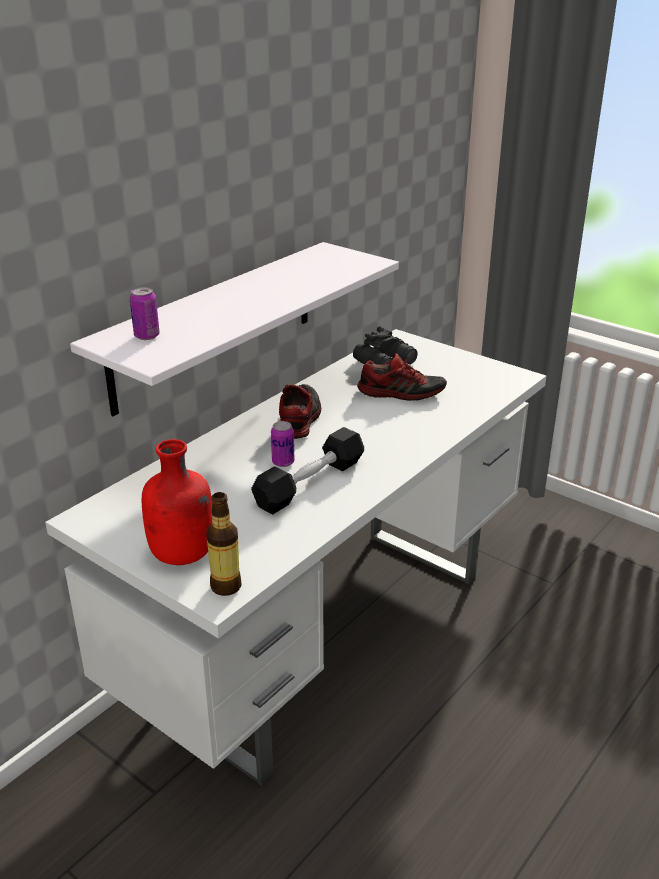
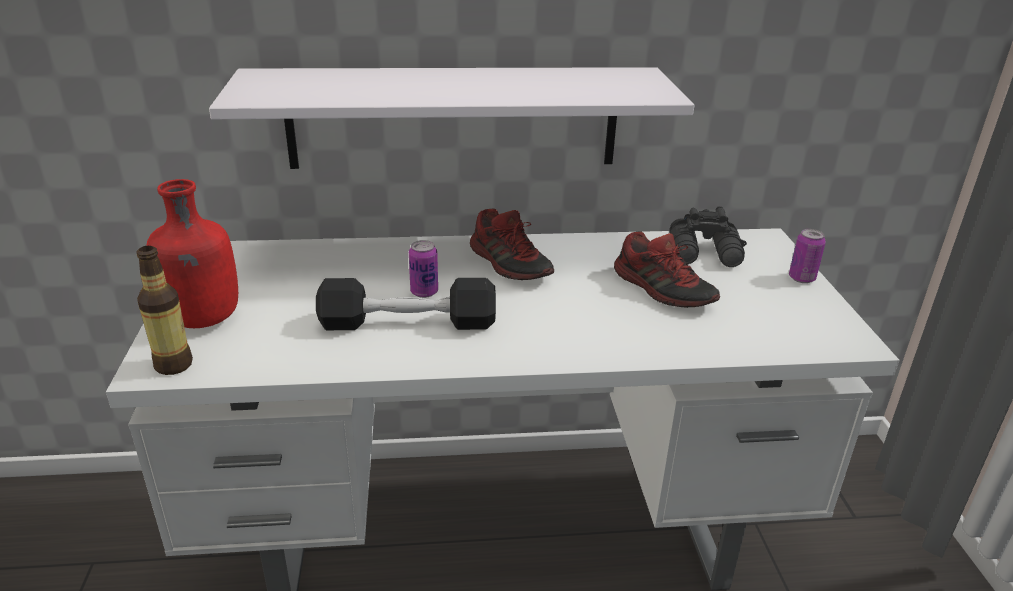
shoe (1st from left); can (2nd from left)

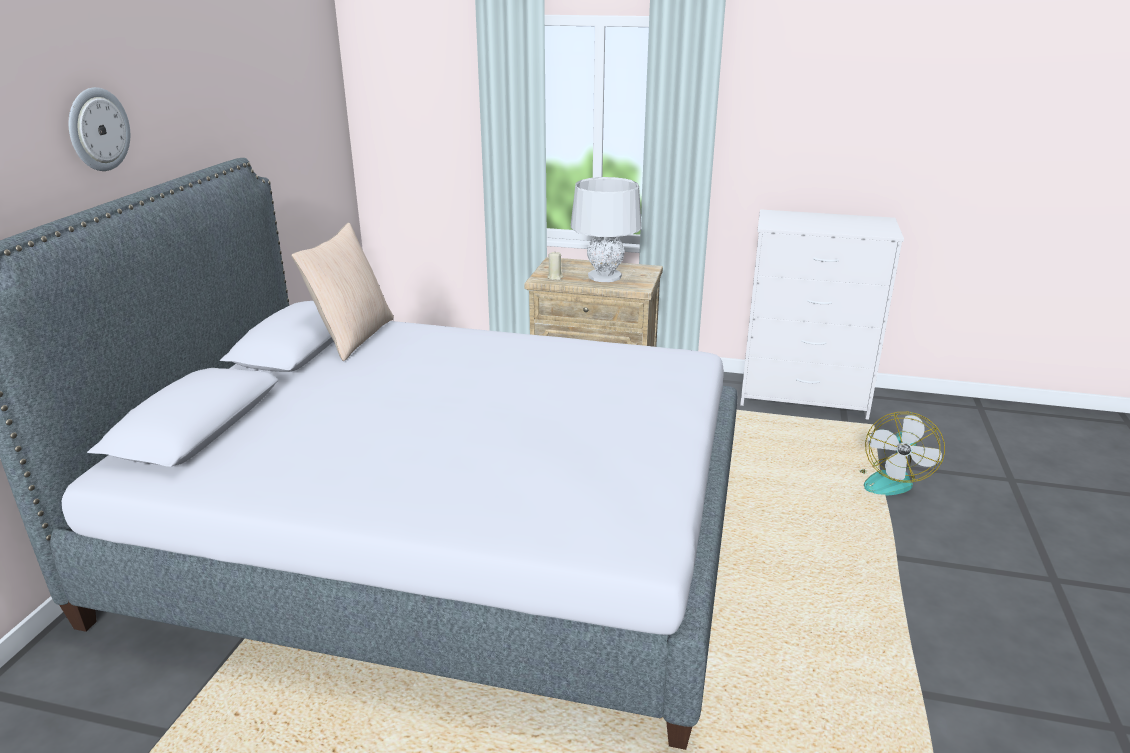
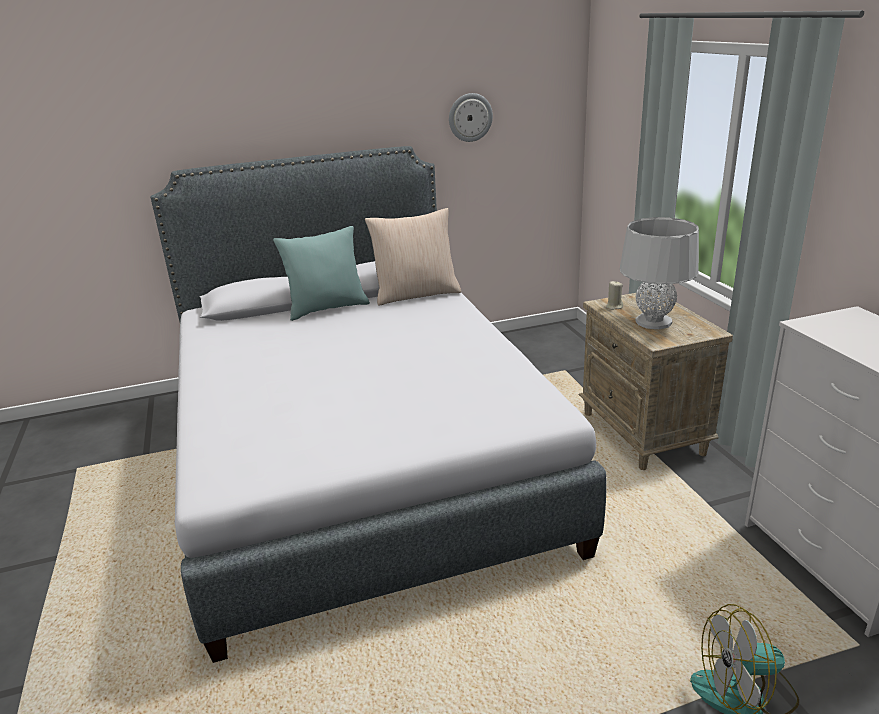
pillow/turquoise; wall clock

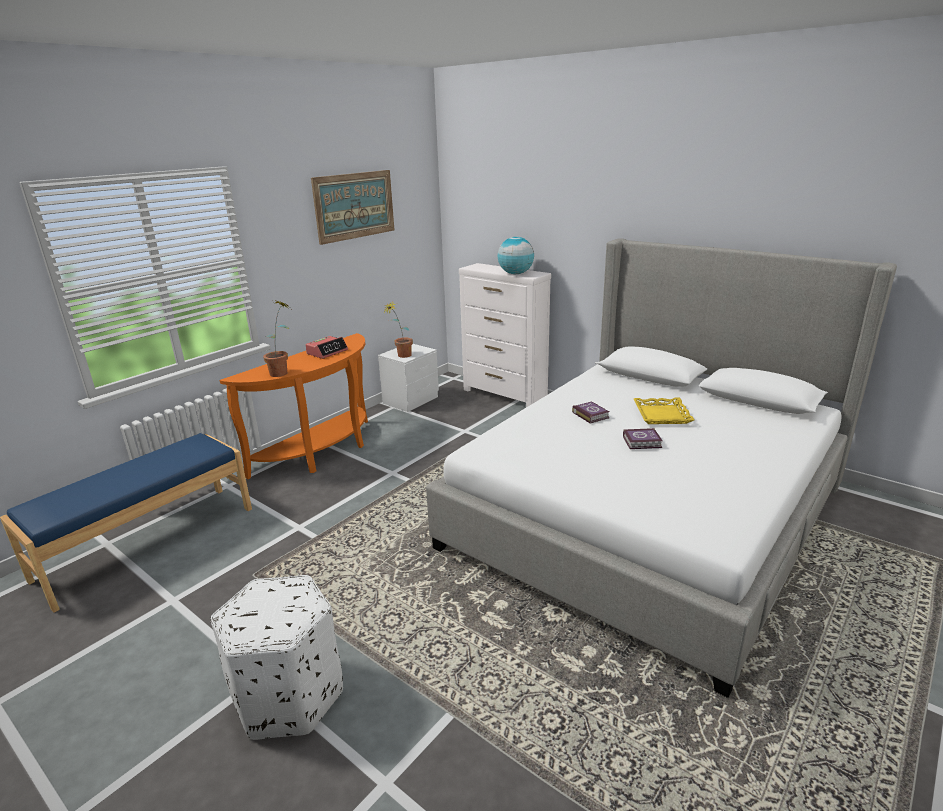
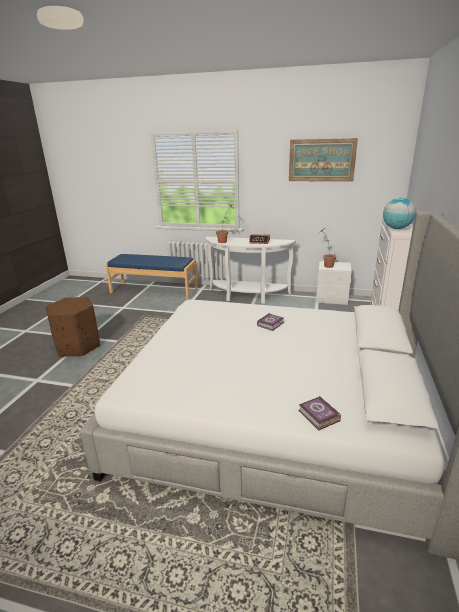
ottoman/brown; console table/white; book (2nd from left); tray/yellow

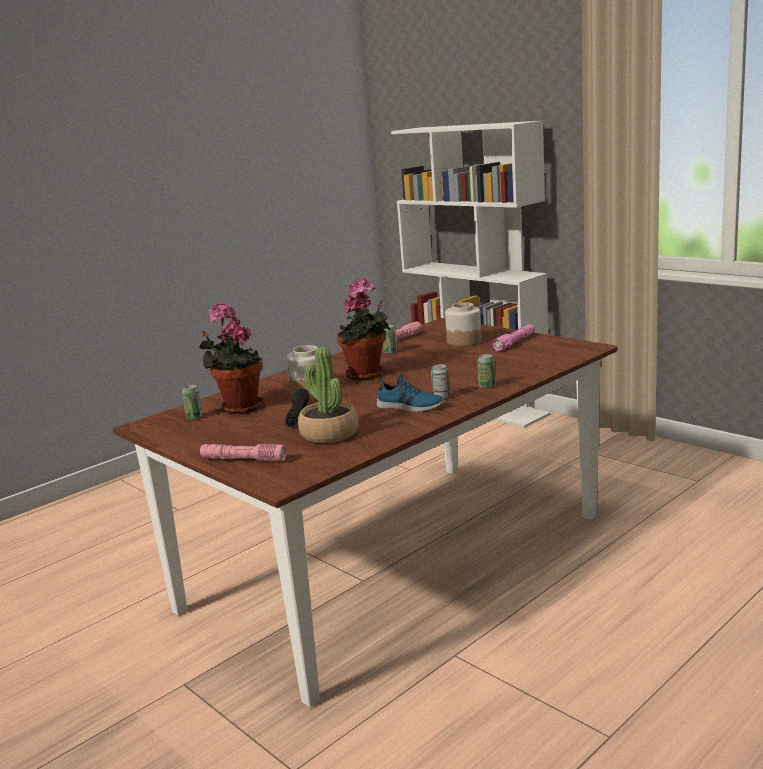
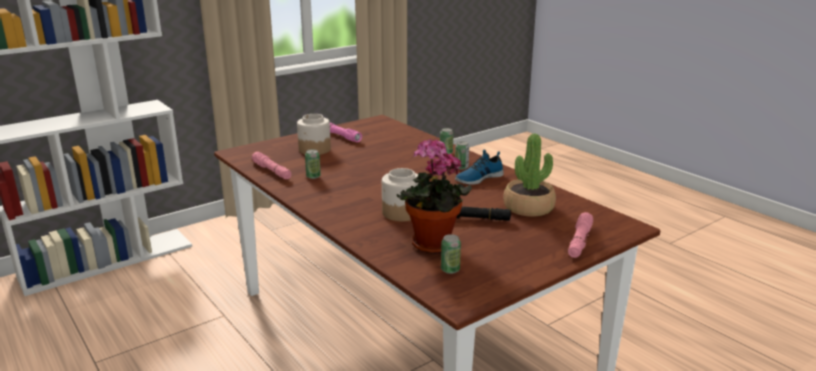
shoe; potted plant (3rd from left in the first image)

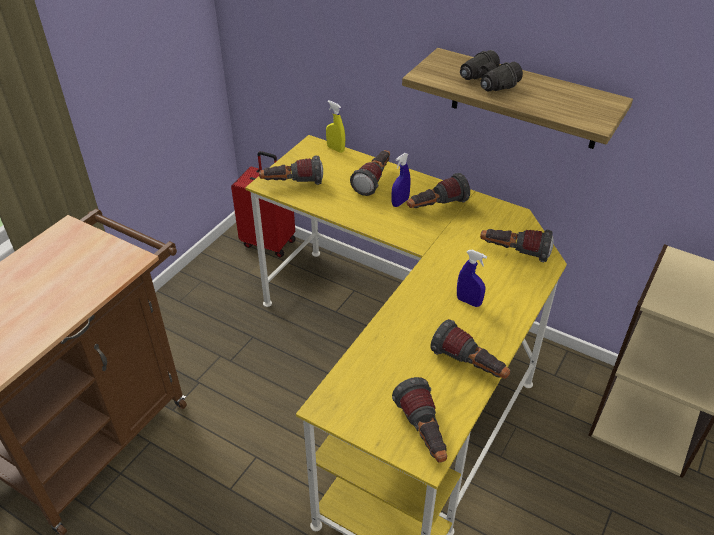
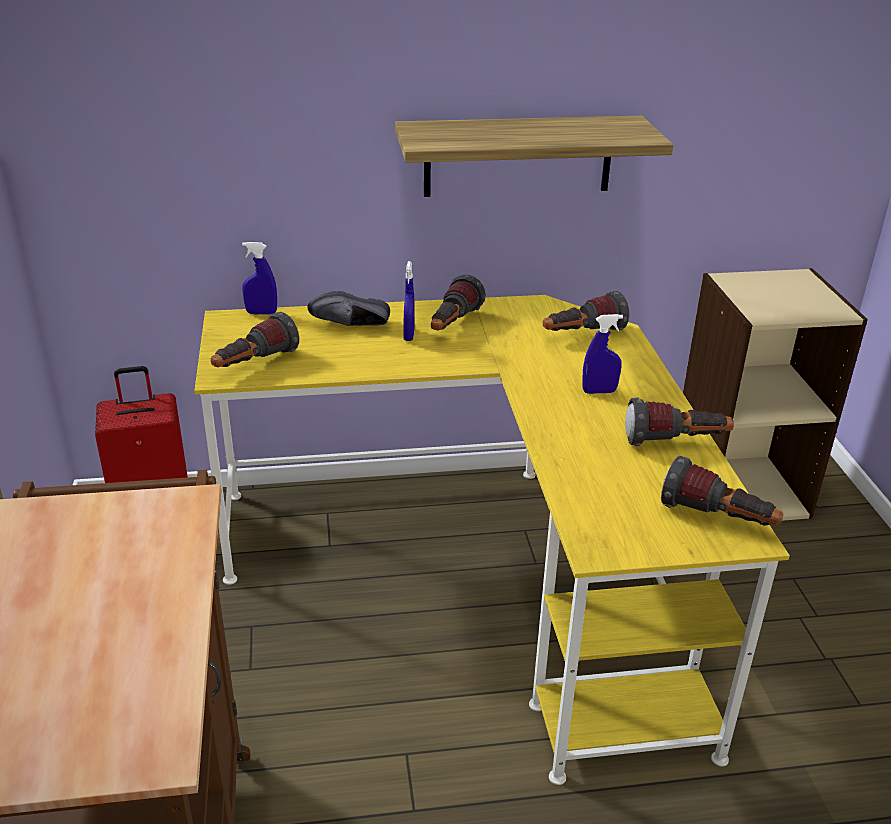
spray bottle/blue (1st from left); shoe/black; binoculars/black

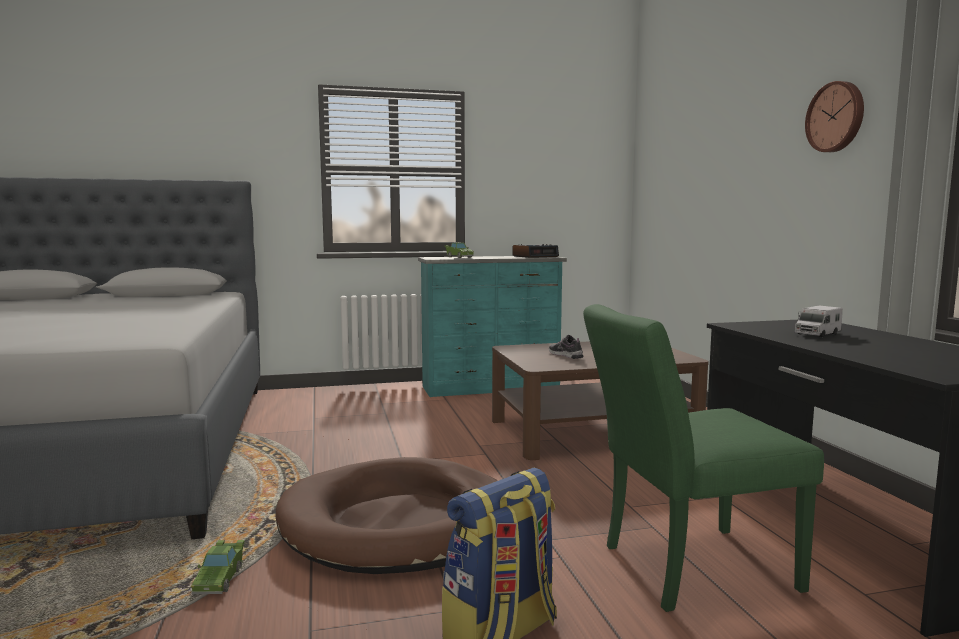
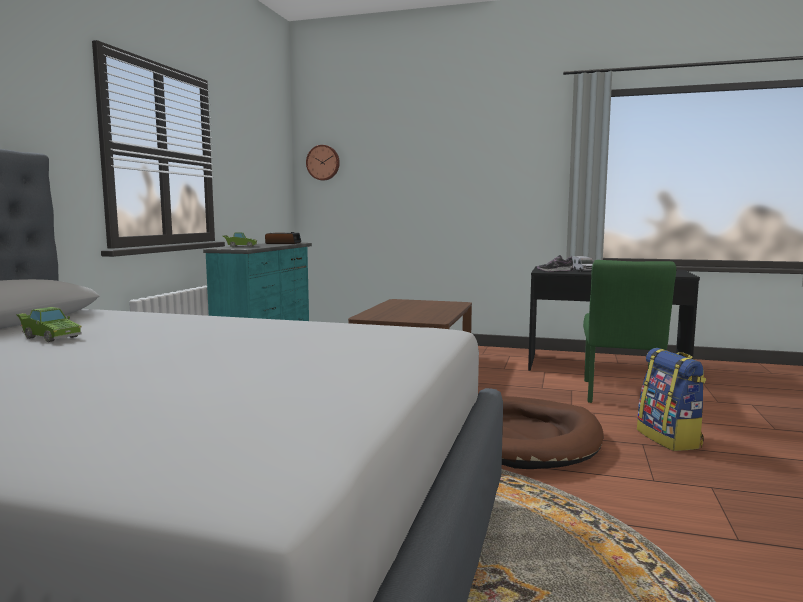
toy car/green (1st from left); wall clock; shoe

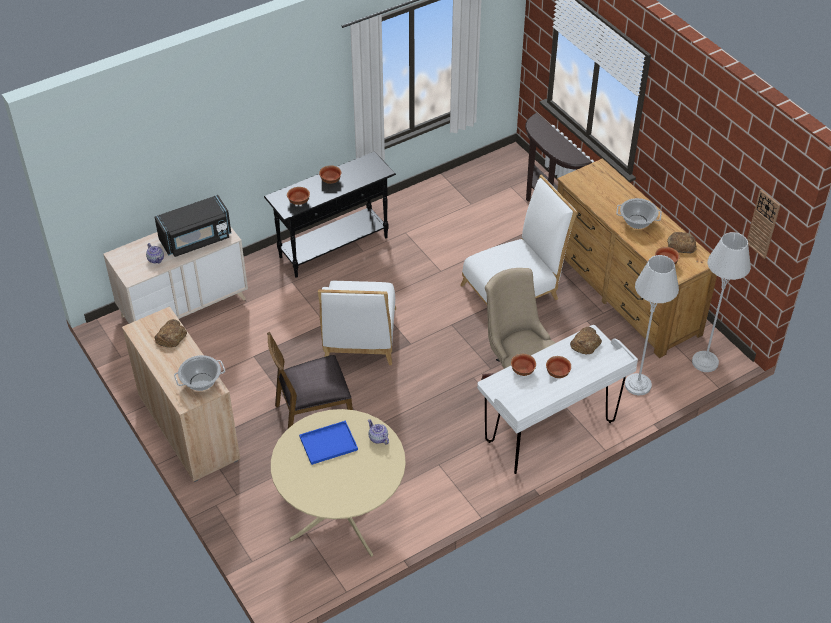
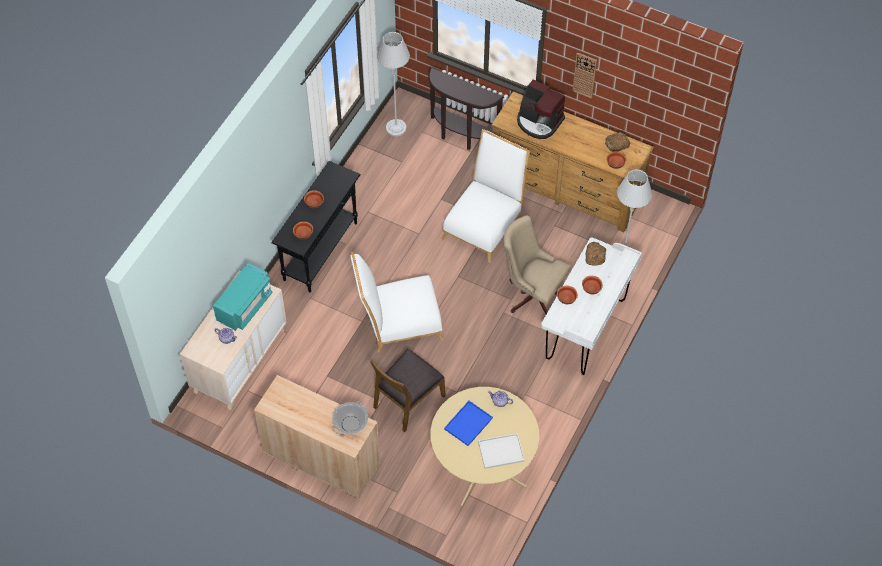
microwave/turquoise; chair/white (1st from left); floor lamp/grey (1st from left); tray/white; coffee machine; wall clock; bread (1st from left in the first image); cooking pot (2nd from left in the first image)

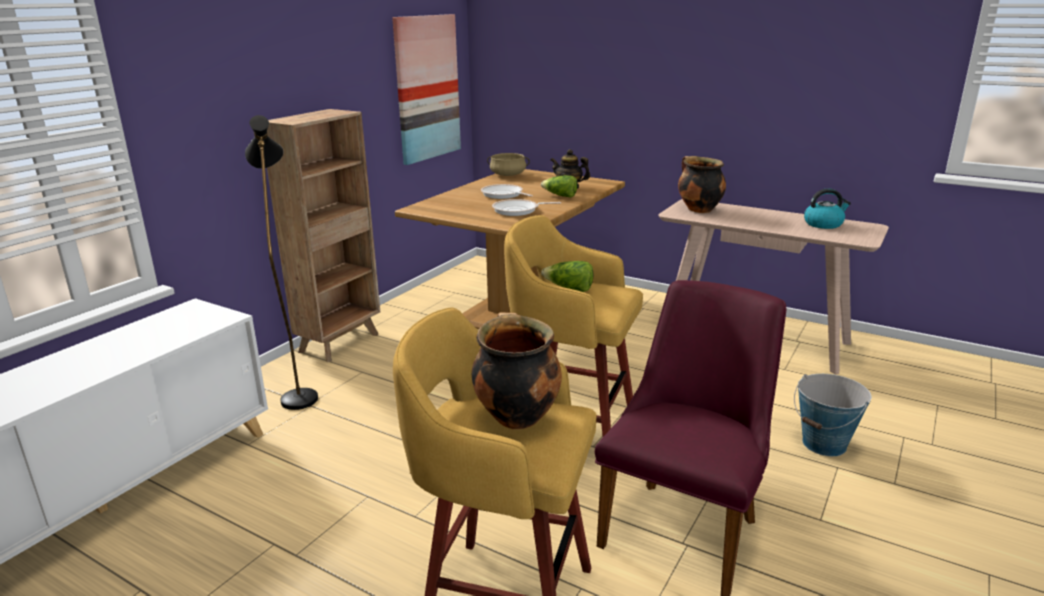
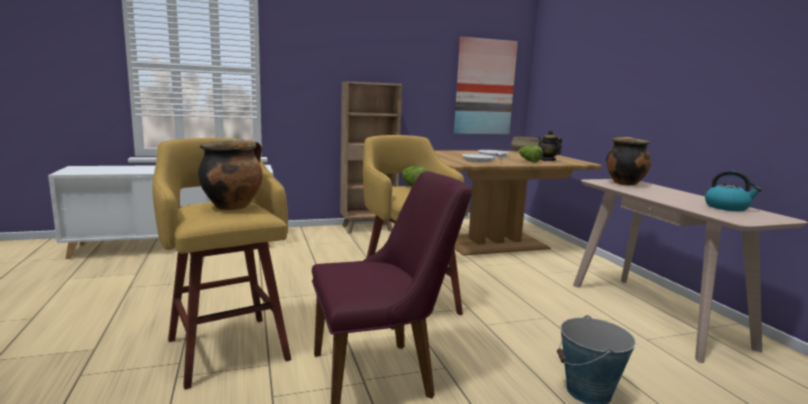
floor lamp/black

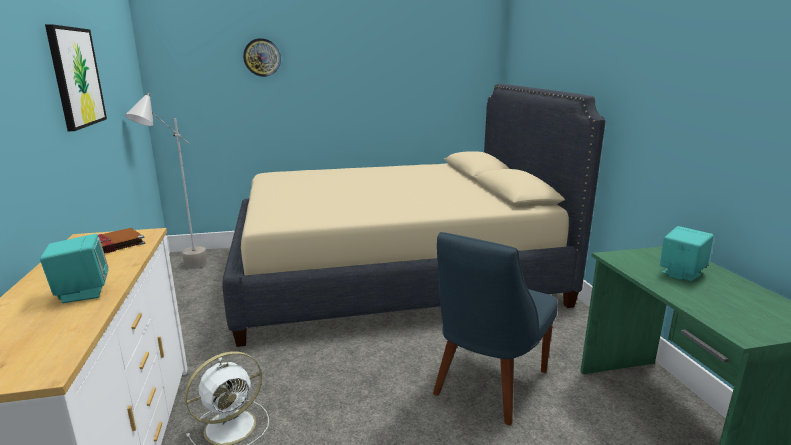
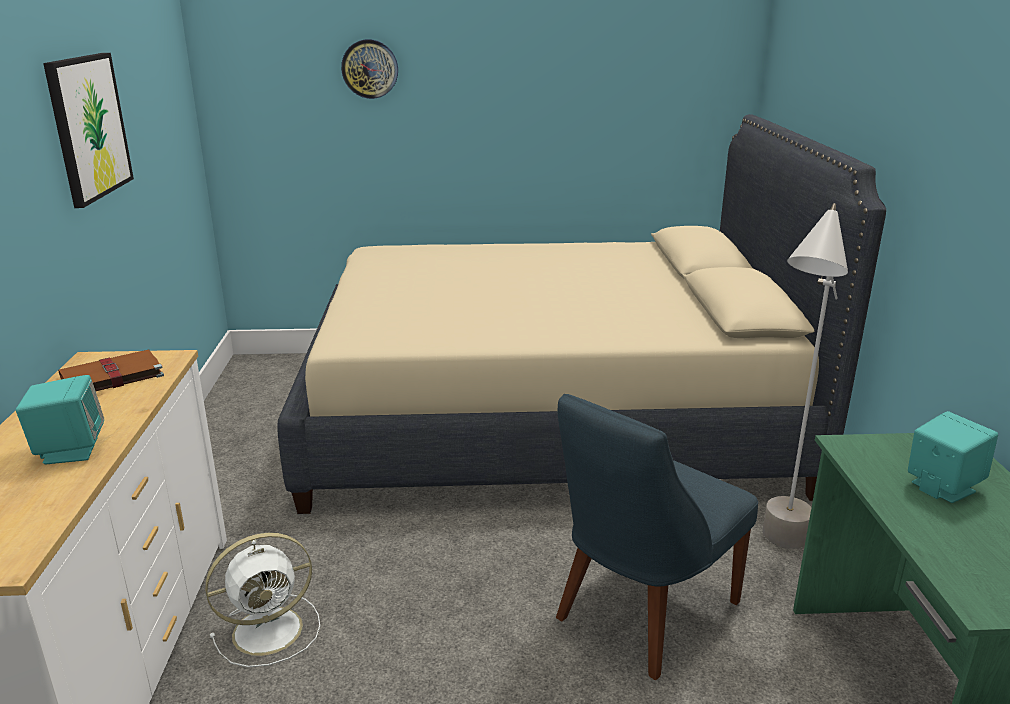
floor lamp/grey

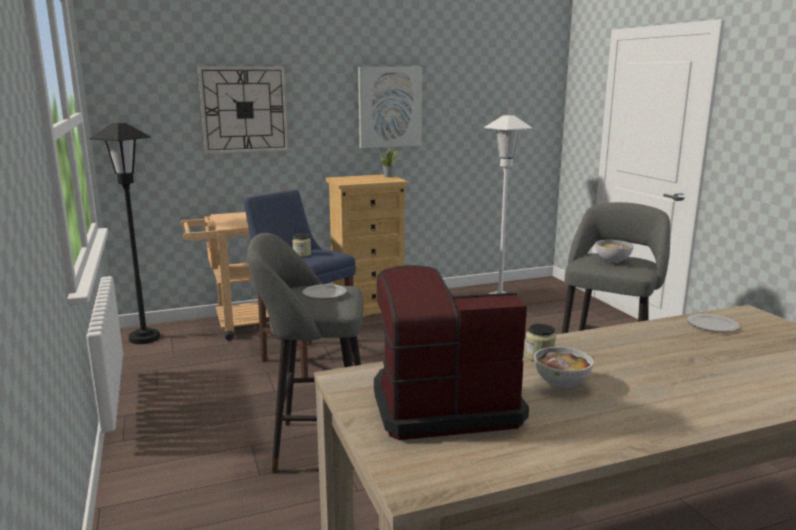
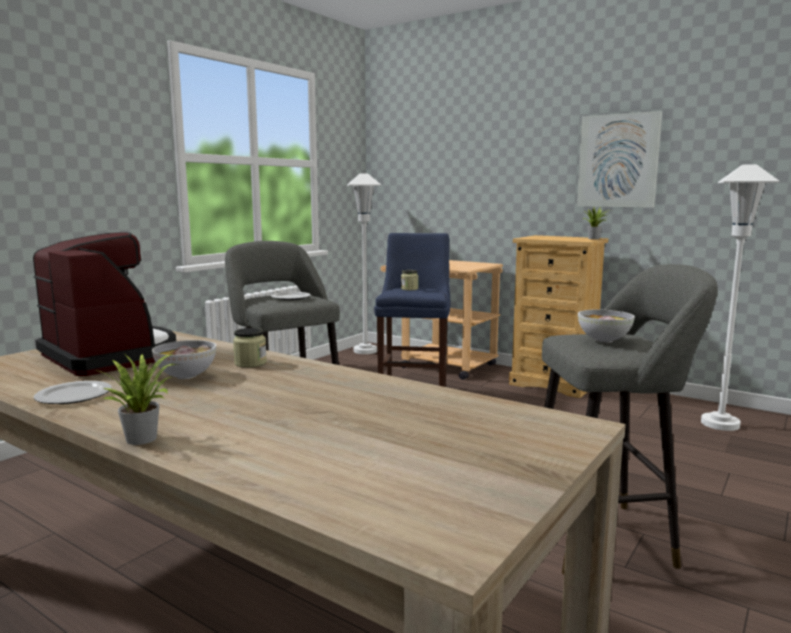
plate (1st from left); potted plant (1st from left); floor lamp/white (1st from left); wall clock

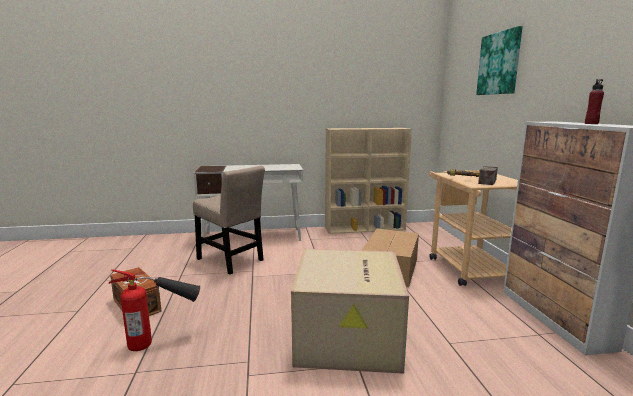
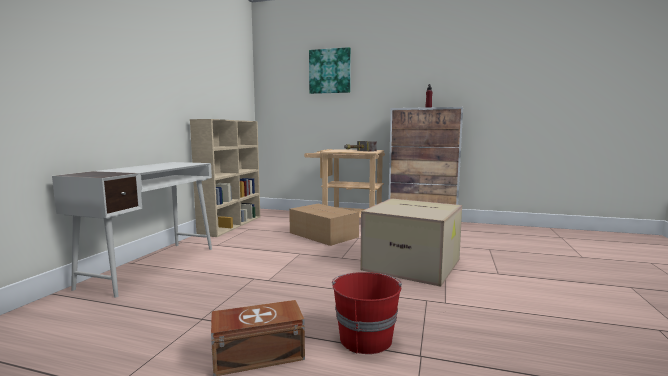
bucket/red; chair/beige

